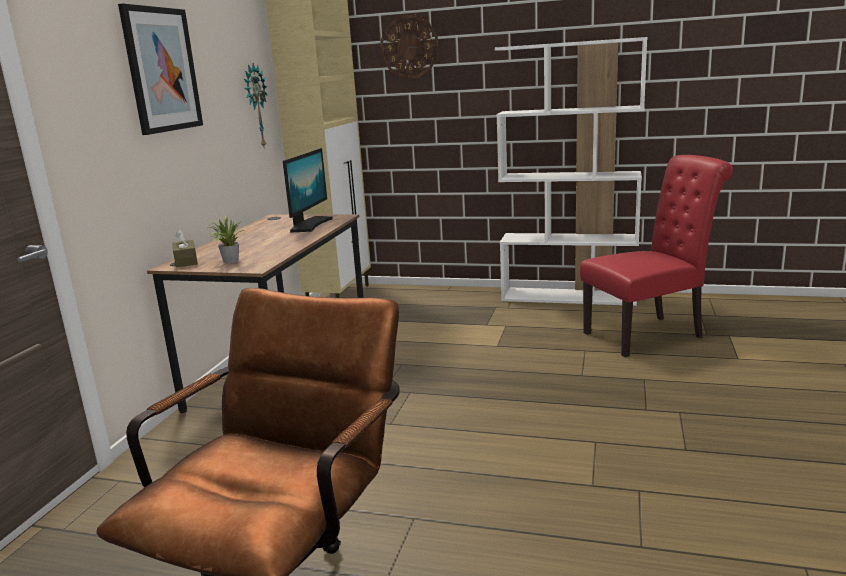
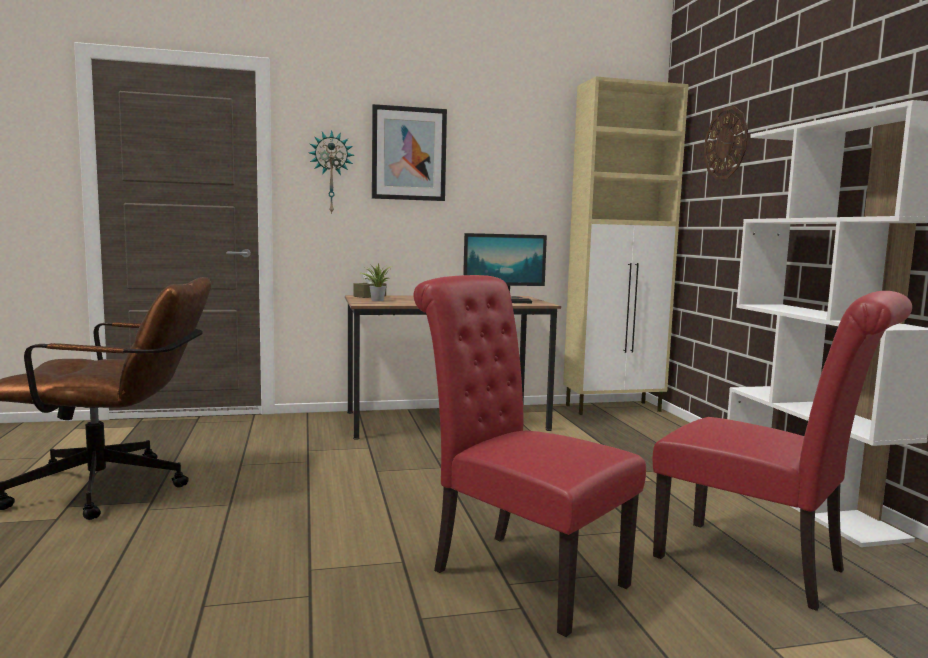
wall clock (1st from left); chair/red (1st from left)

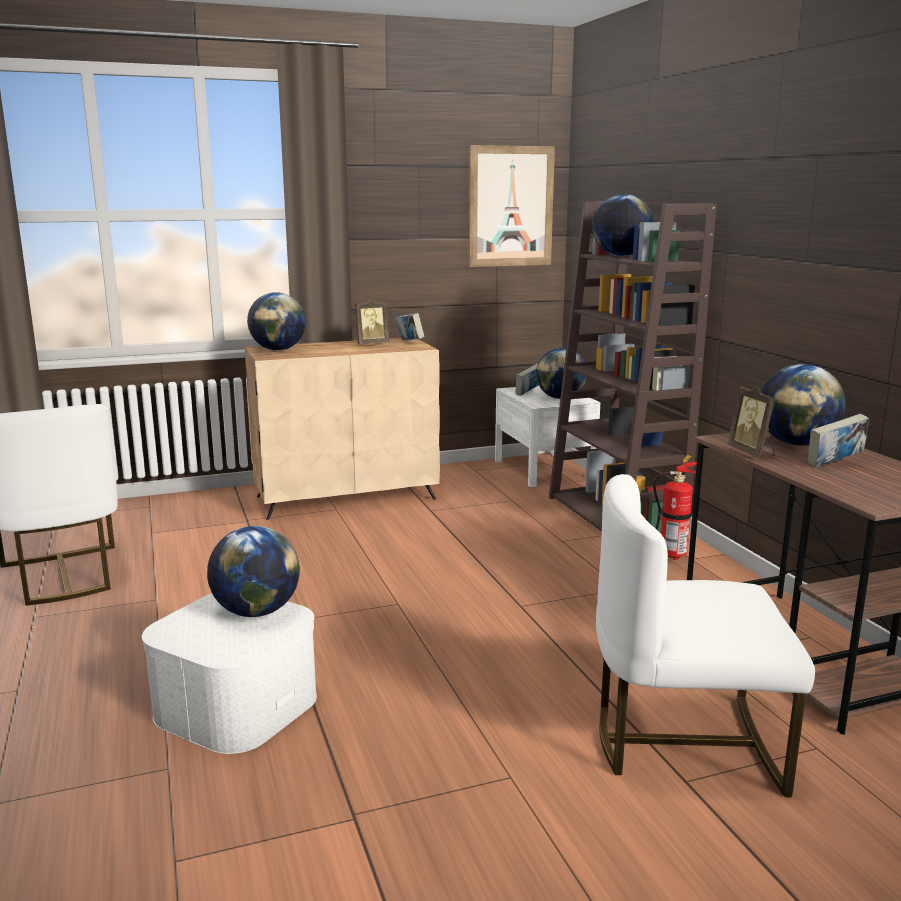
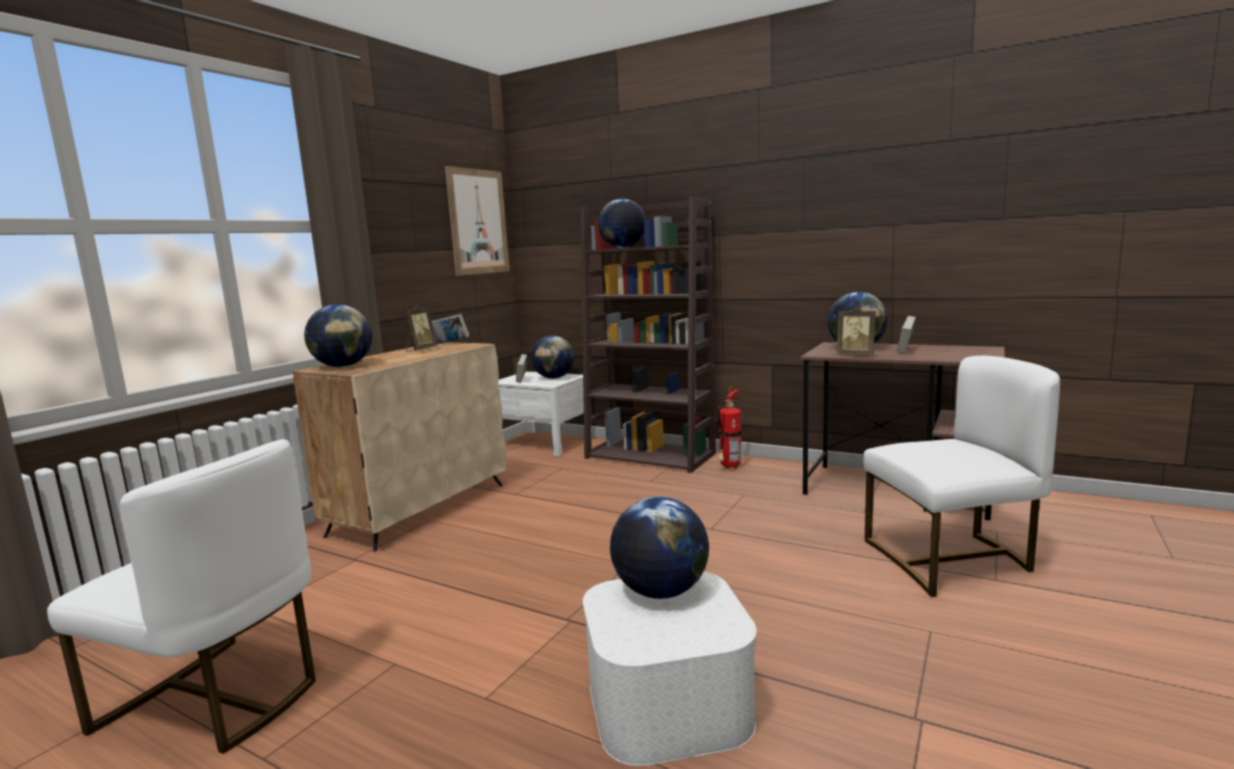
chair/white (2nd from left)

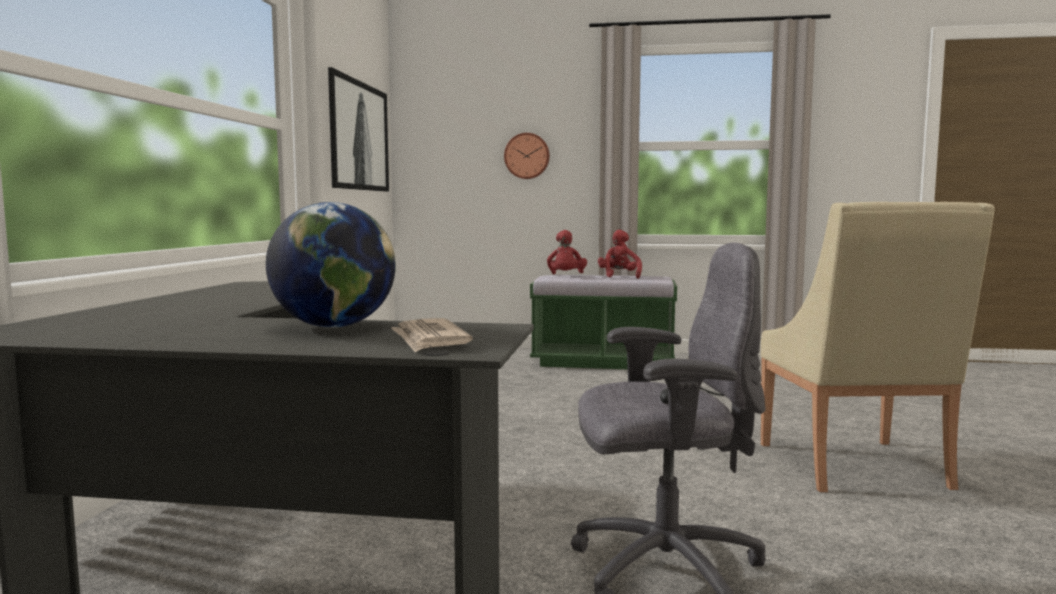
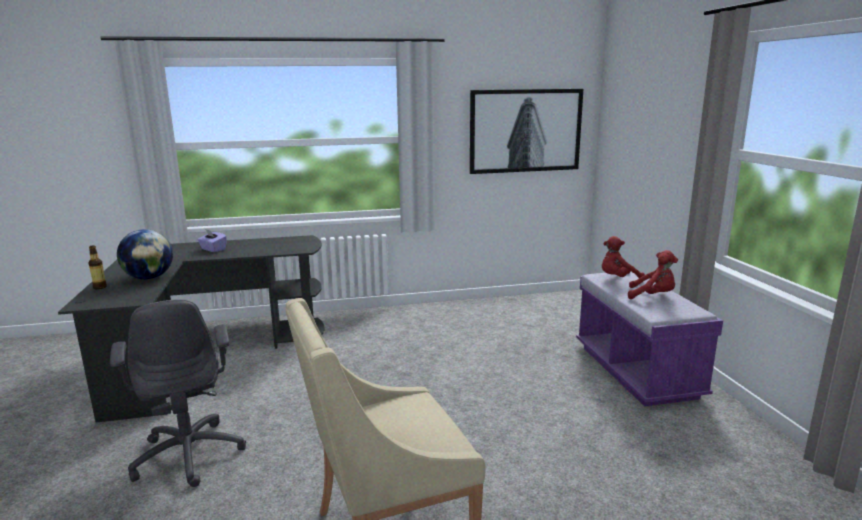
bottle; tissue box/purple; bench/purple; plush toy/red (2nd from left); newspaper; wall clock

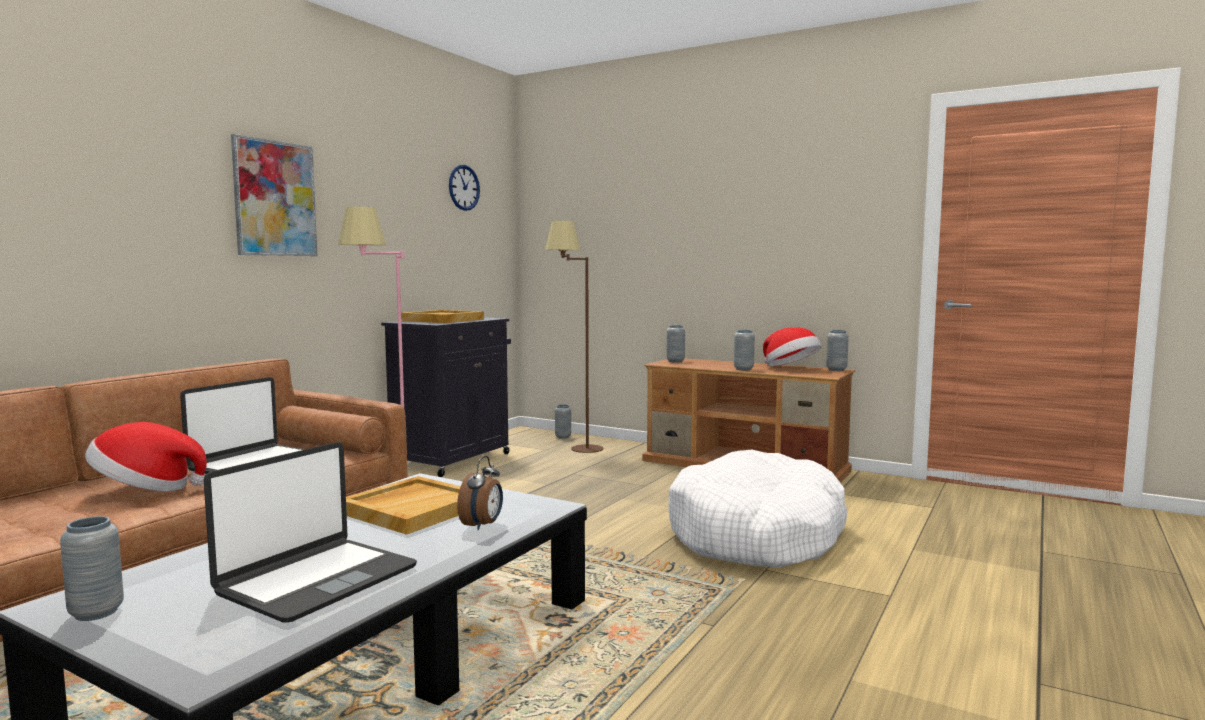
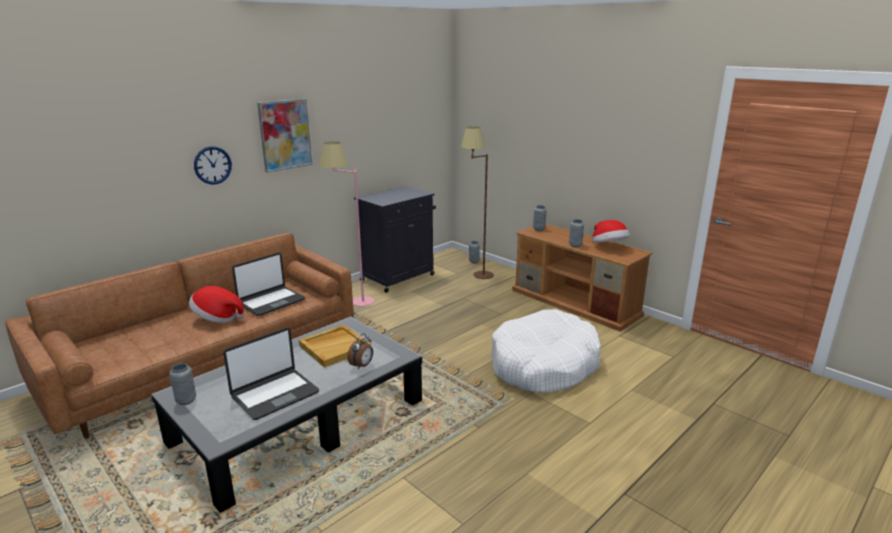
wall clock; tray/beige (2nd from left in the first image); vase/grey (5th from left in the first image)

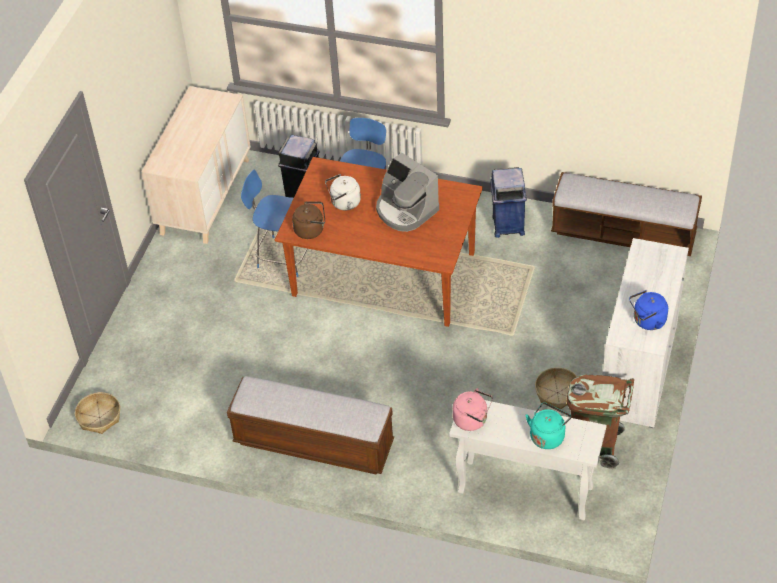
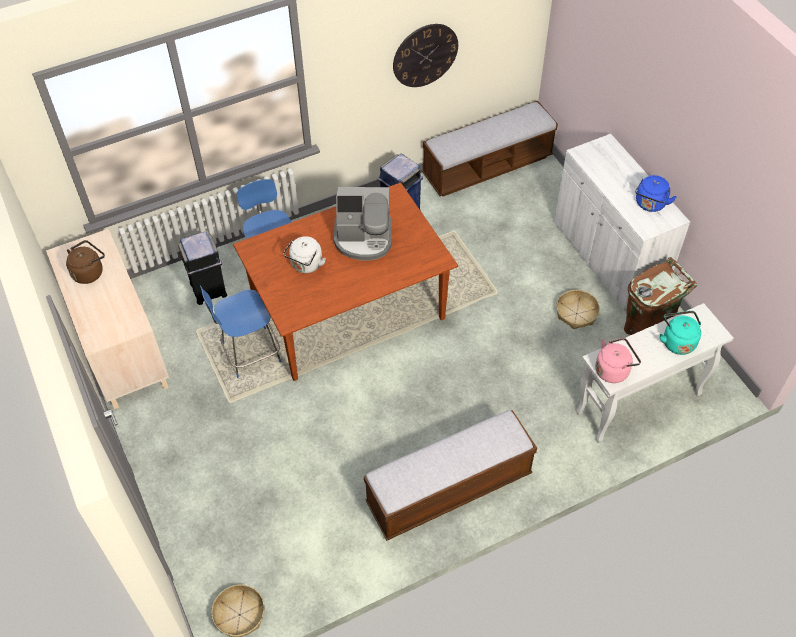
kettle/brown; wall clock

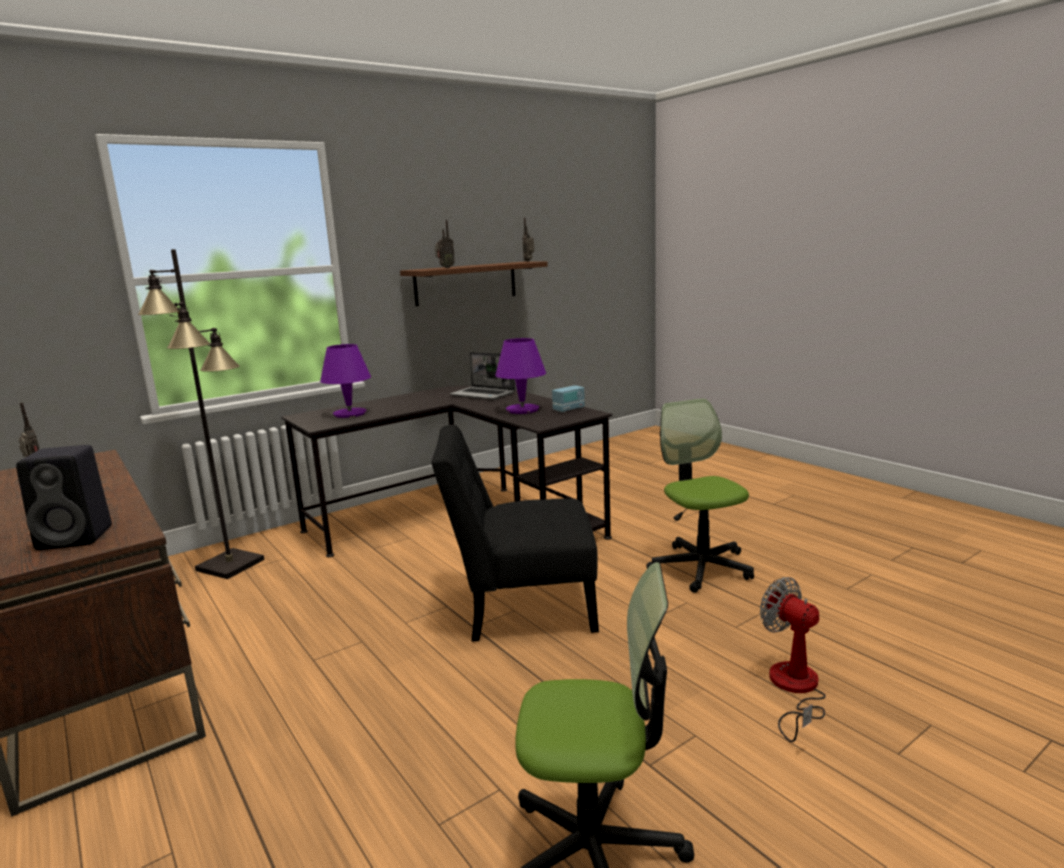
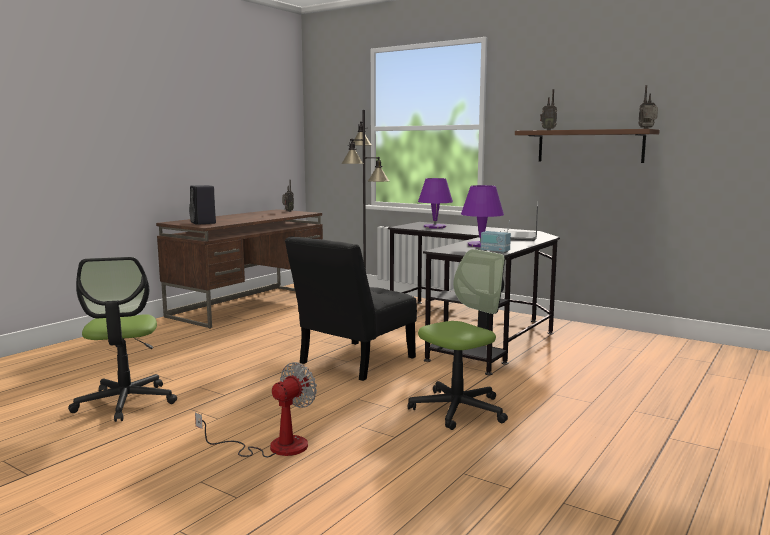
chair/black

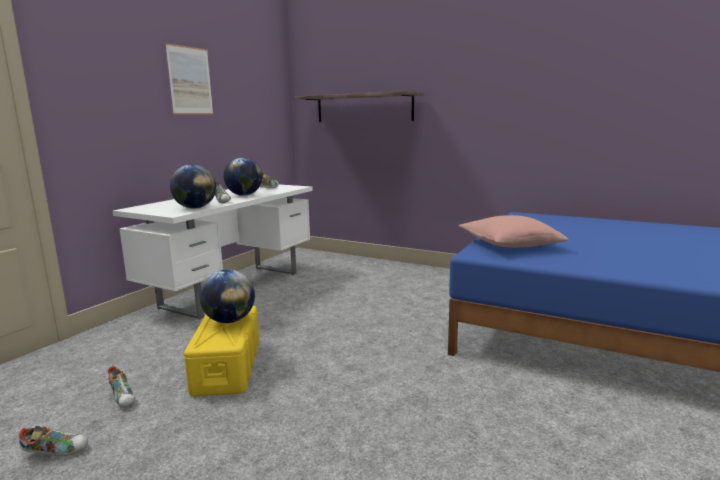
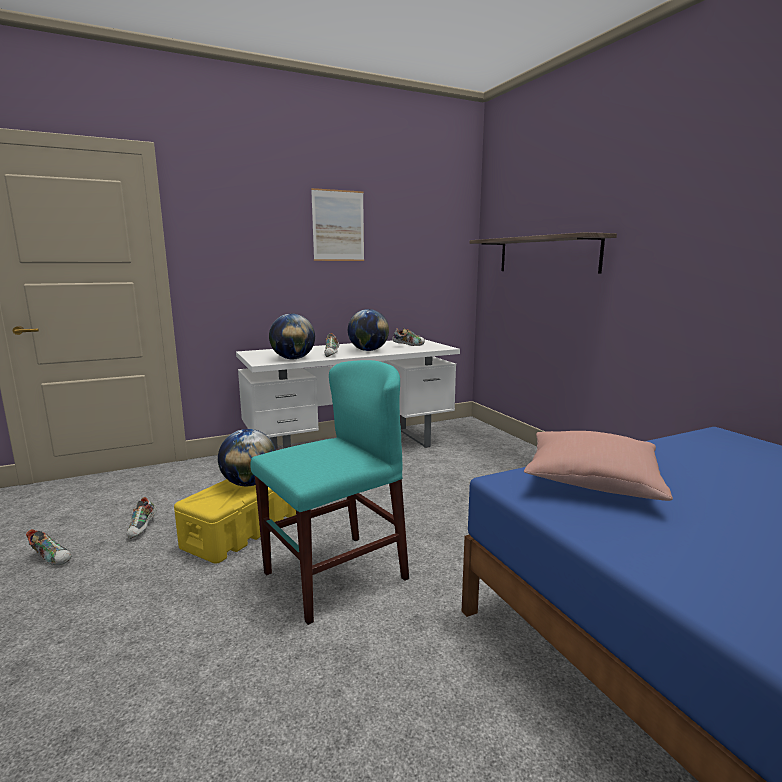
chair/turquoise

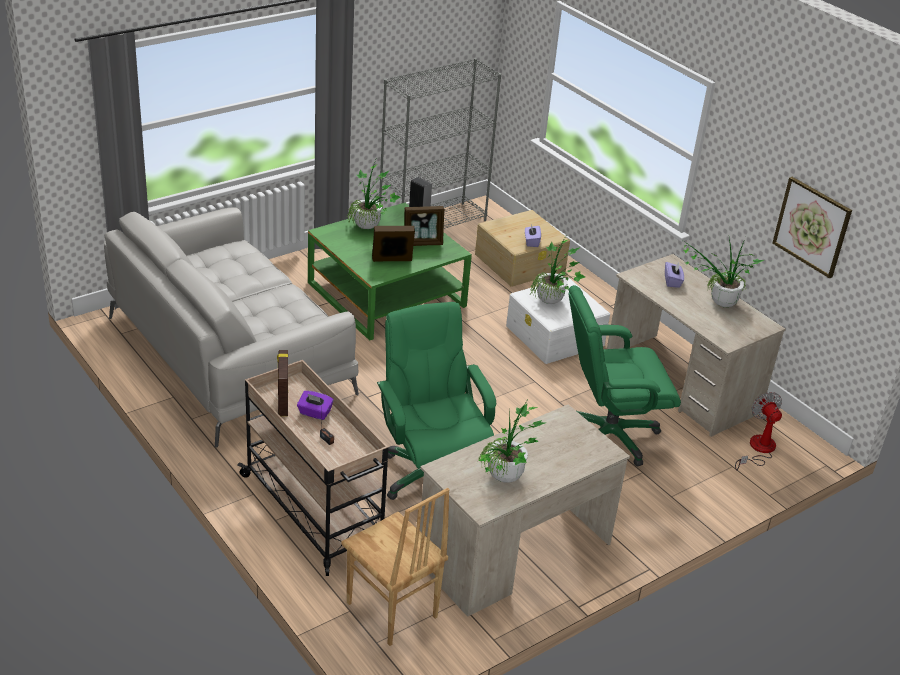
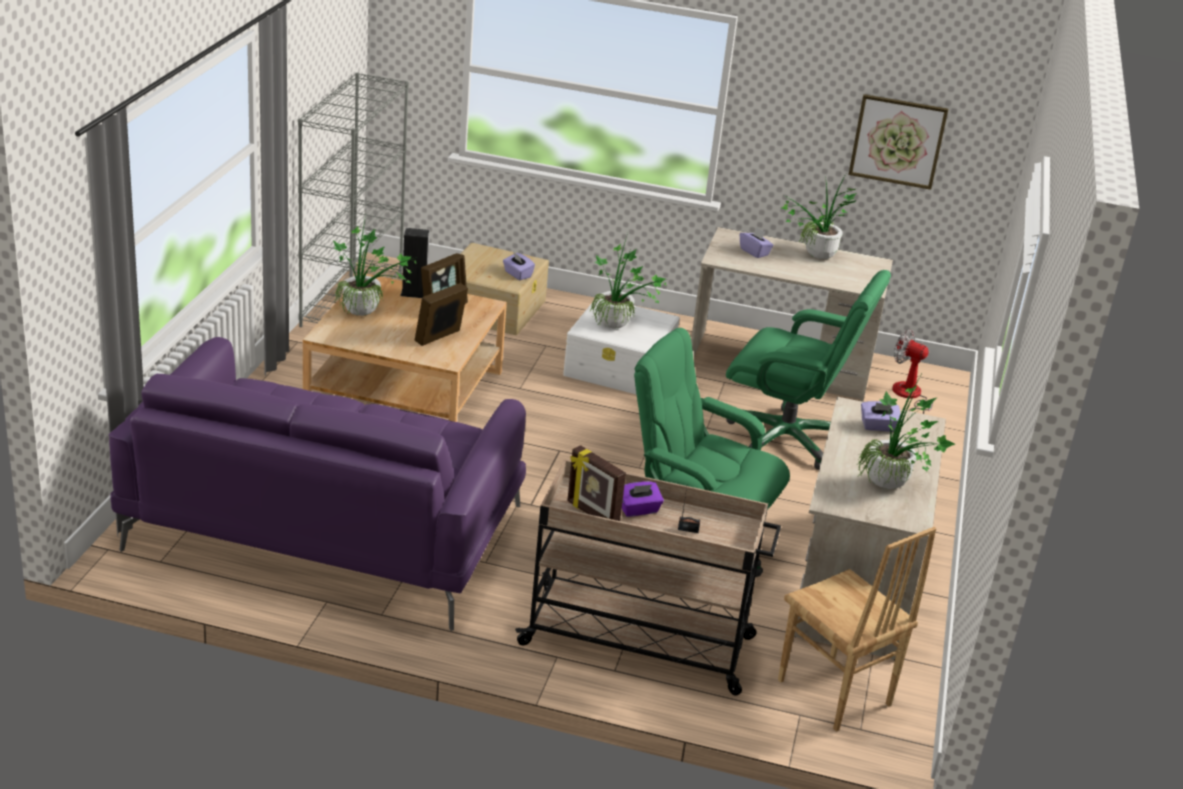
sofa/purple; coffee table/beige; office chair/green (2nd from left); chair/brown; tissue box/purple (4th from left)

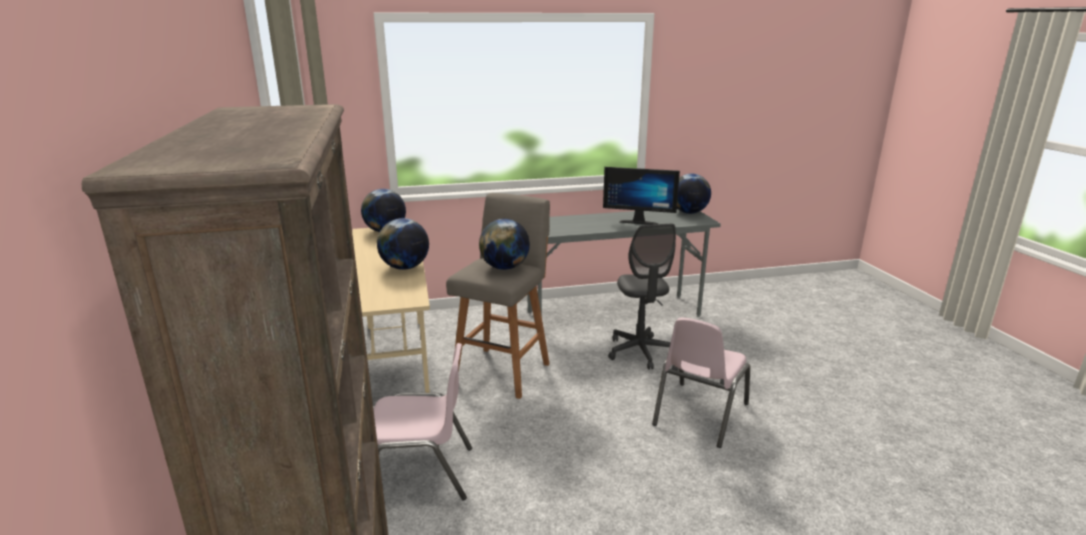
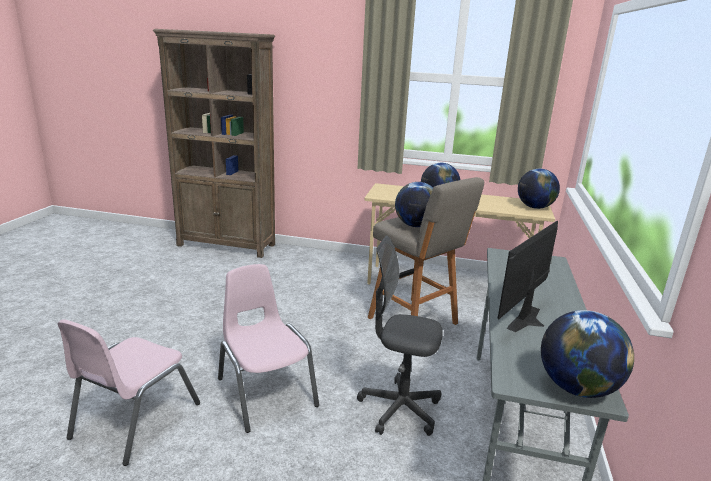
chair/pink (1st from left)

